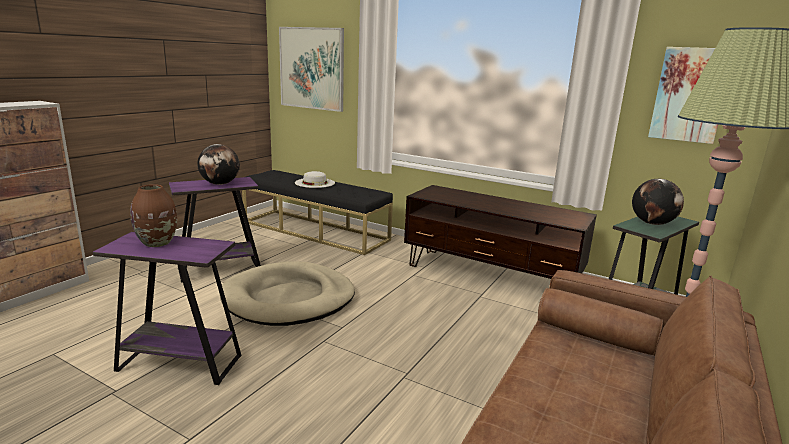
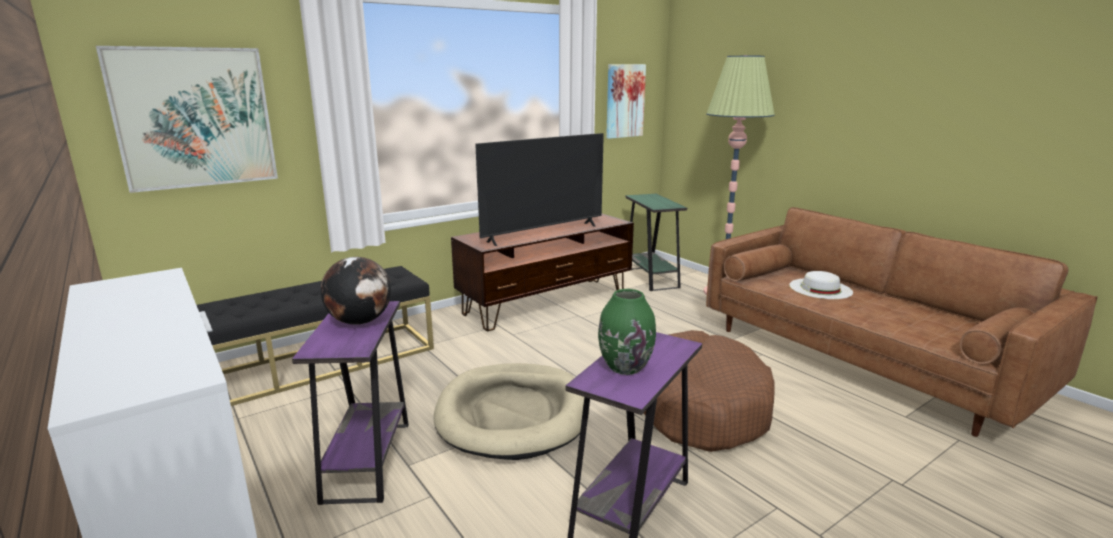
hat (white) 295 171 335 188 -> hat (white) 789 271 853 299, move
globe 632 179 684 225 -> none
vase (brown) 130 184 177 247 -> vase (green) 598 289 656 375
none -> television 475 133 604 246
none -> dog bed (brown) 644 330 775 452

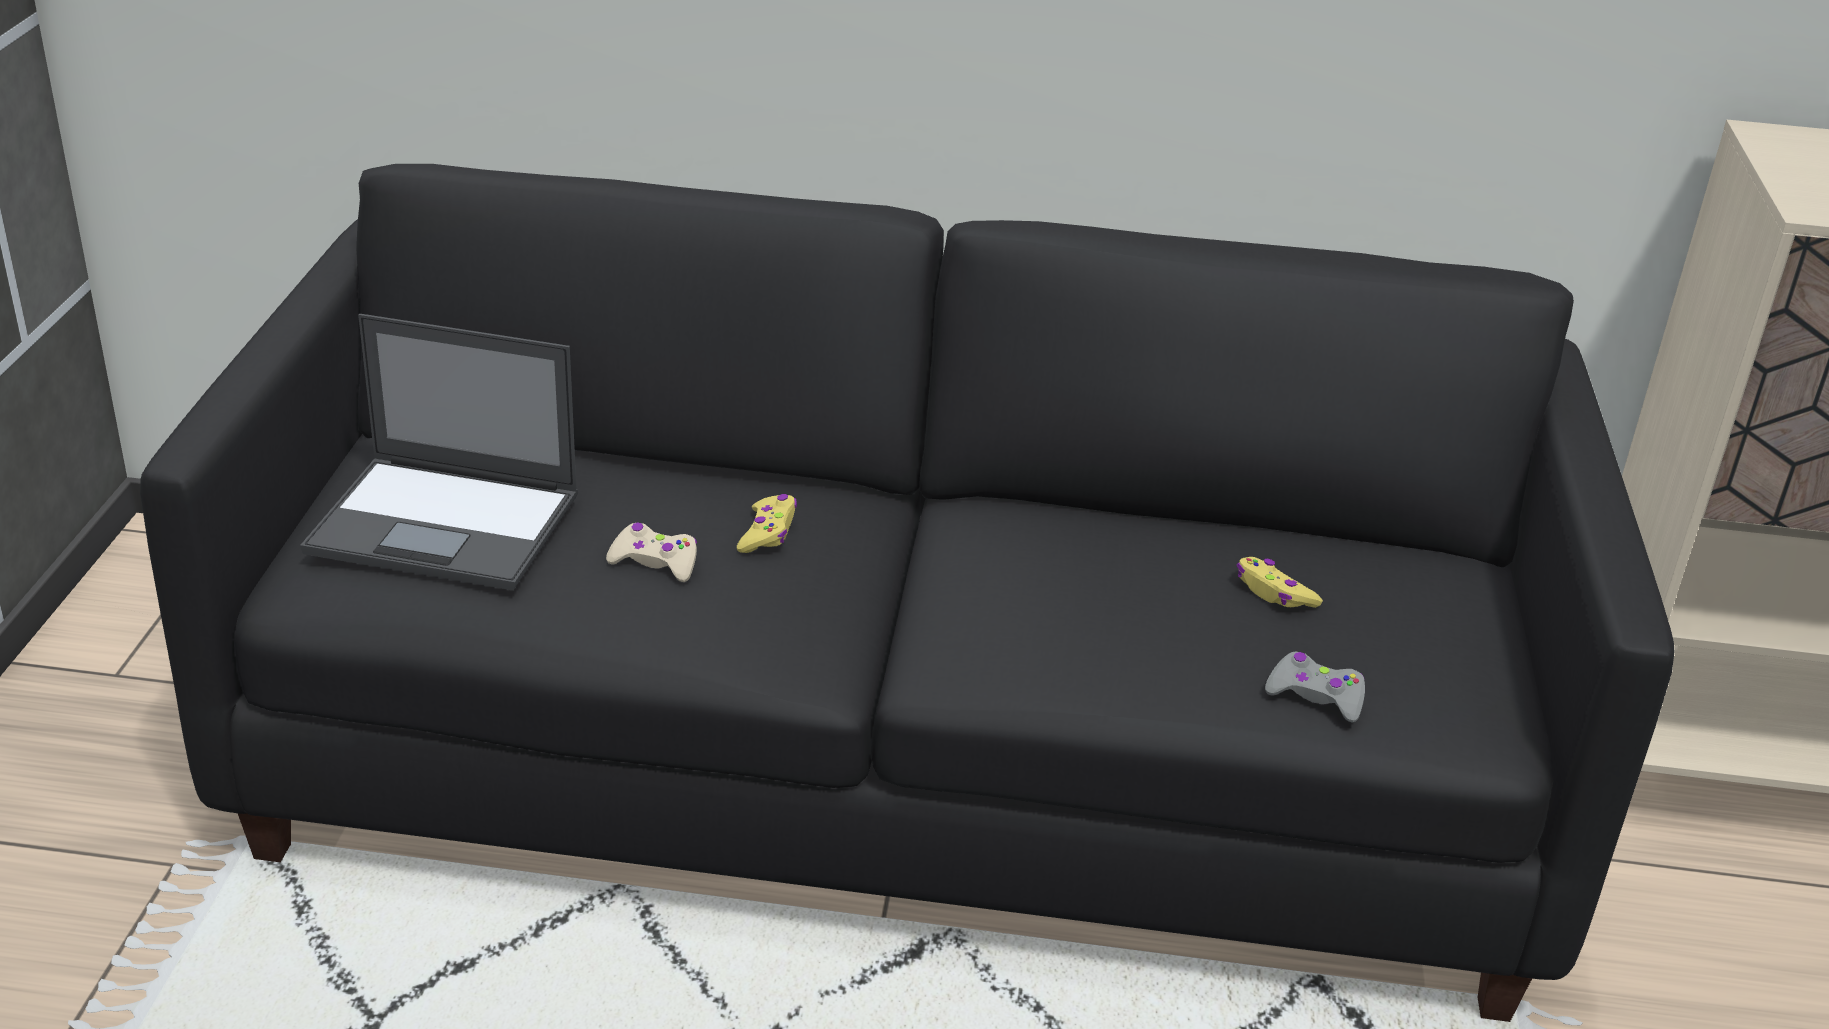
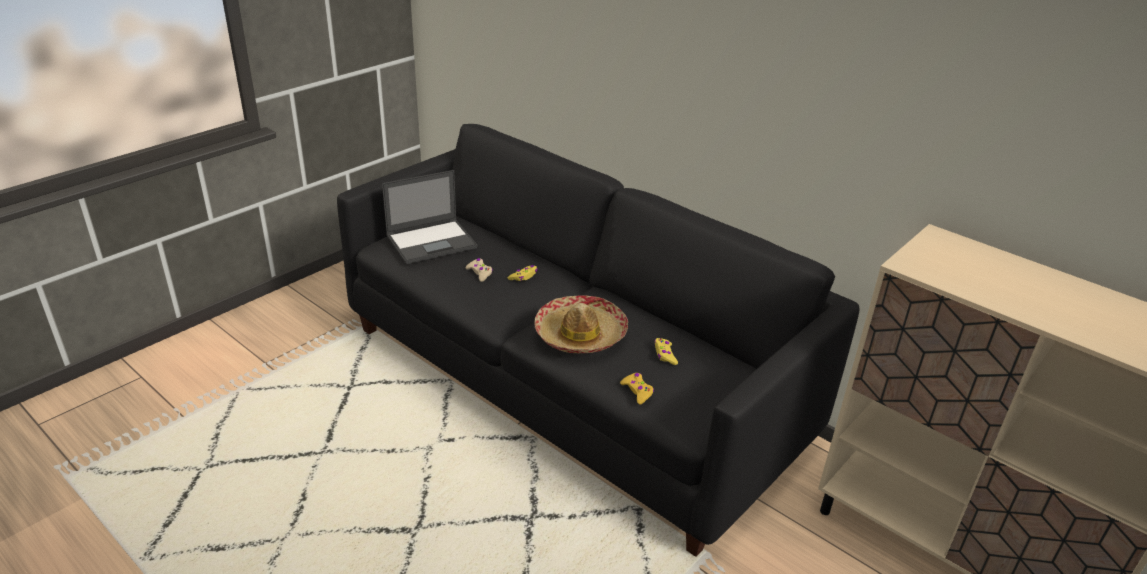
laptop 300 314 578 591 -> laptop 382 170 477 264, 75 degrees counterclockwise
game controller (grey) 1265 652 1365 723 -> game controller (yellow) 620 373 654 405
none -> hat 534 295 628 353

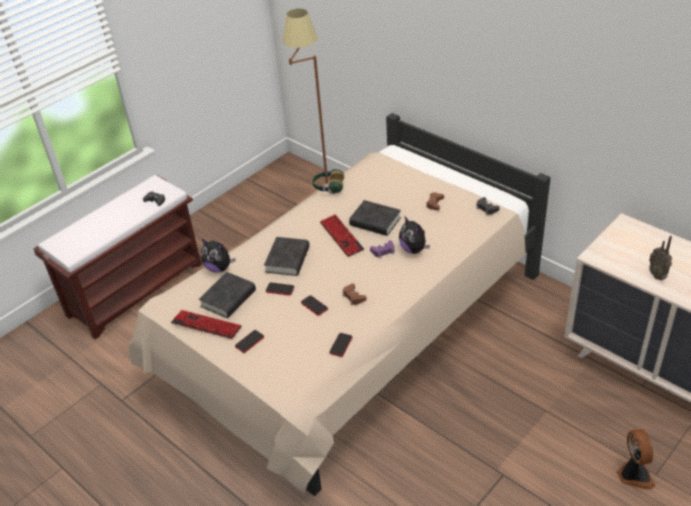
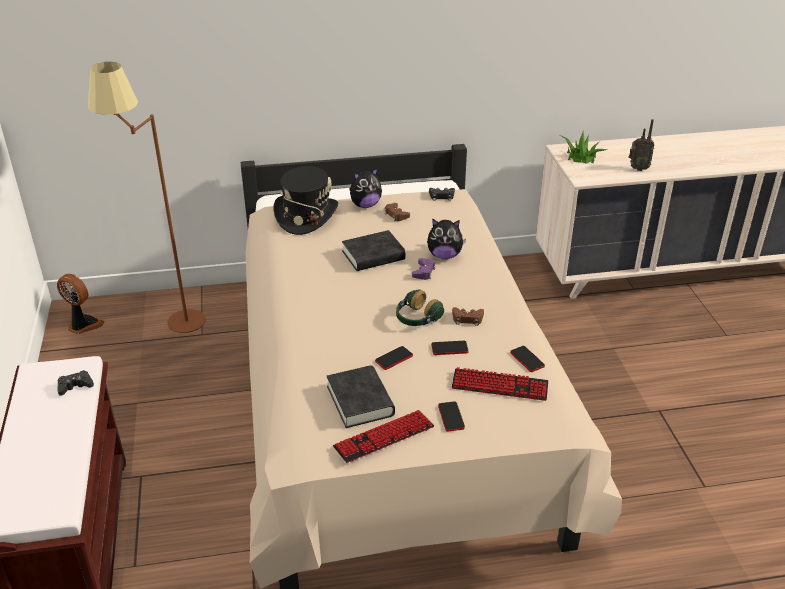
headphones 312 169 344 194 -> headphones 396 289 444 326, move
keyboard 320 214 364 257 -> keyboard 452 367 548 401, move
book (black) 264 237 310 276 -> none
plush toy 201 239 235 273 -> plush toy 349 168 382 208, move
fan 617 429 656 489 -> fan 57 274 105 334, move
none -> potted plant 558 131 607 164
none -> hat (black) 273 166 338 235

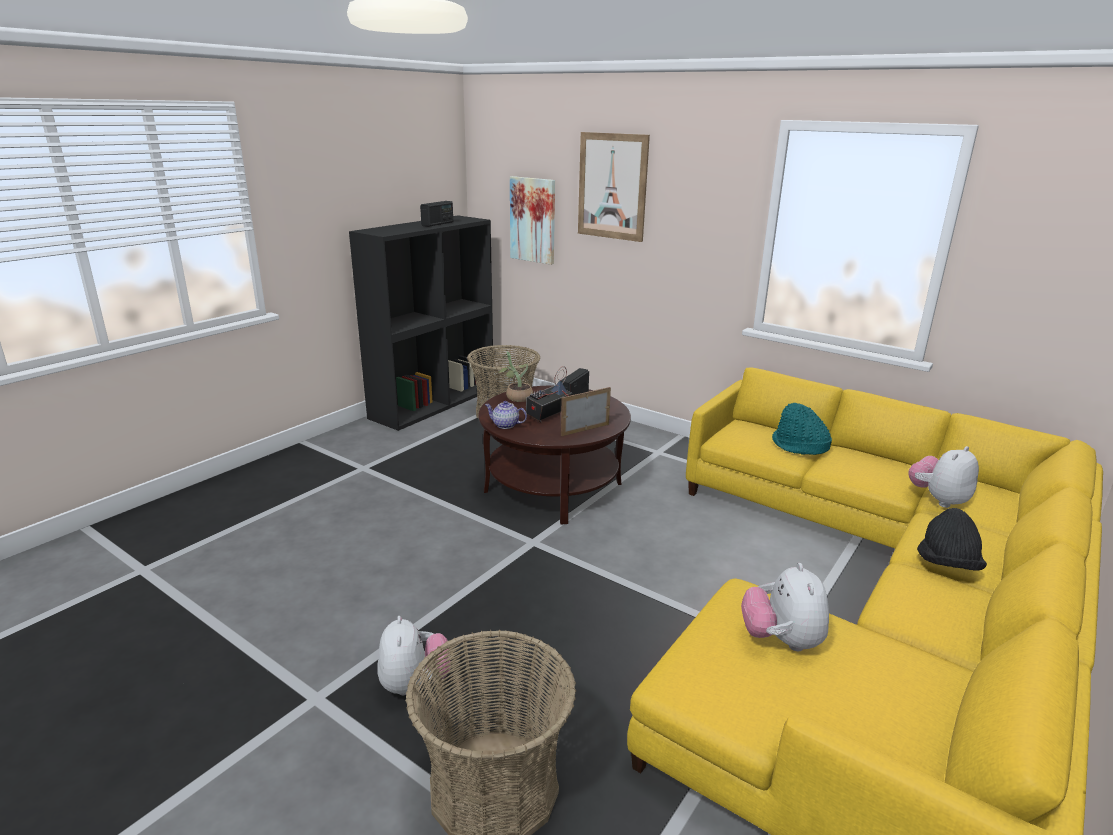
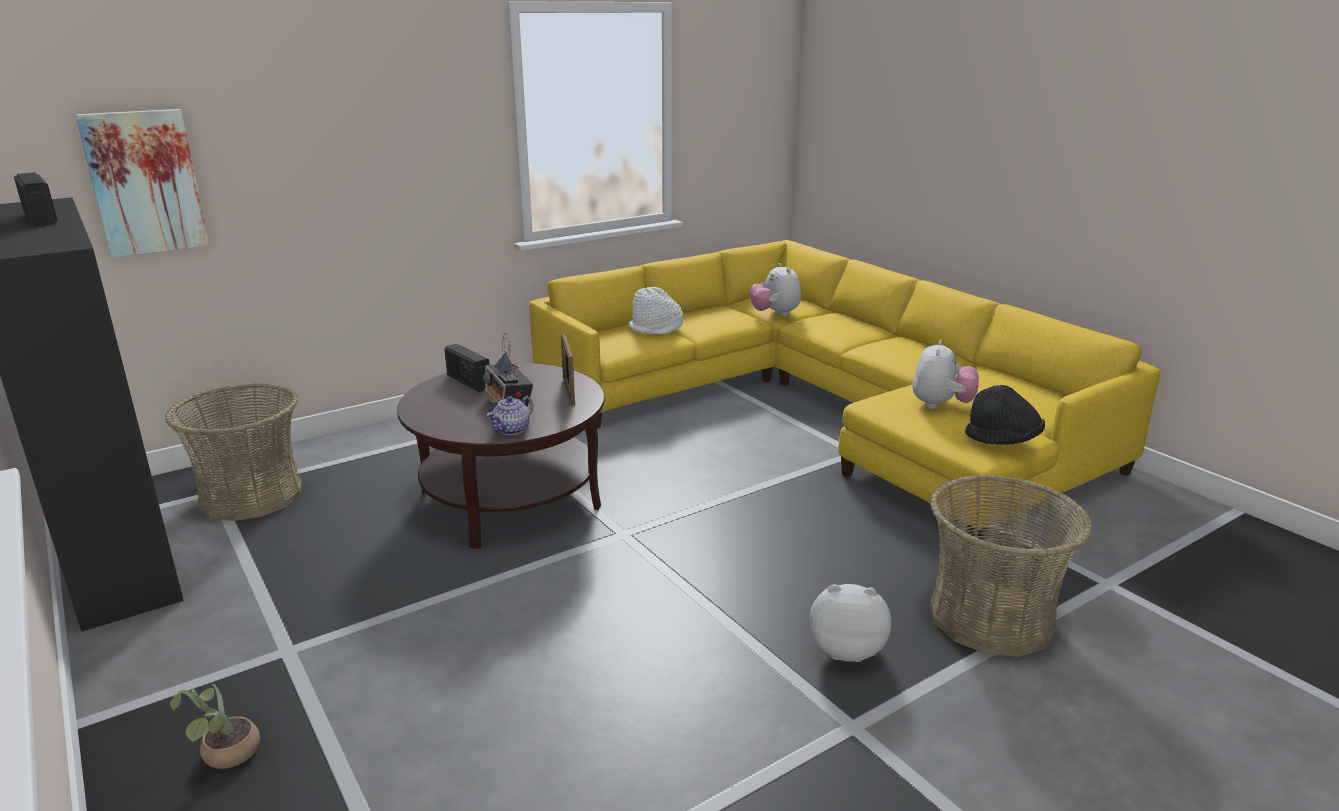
picture 578 132 650 242 -> none
potted plant 496 351 533 402 -> potted plant 170 684 260 769, move
hat (turquoise) 772 403 832 455 -> hat (white) 629 287 683 335
hat (black) 917 508 987 571 -> hat (black) 965 385 1045 445, move
plush toy 741 563 829 651 -> plush toy 912 340 979 409, 90 degrees counterclockwise

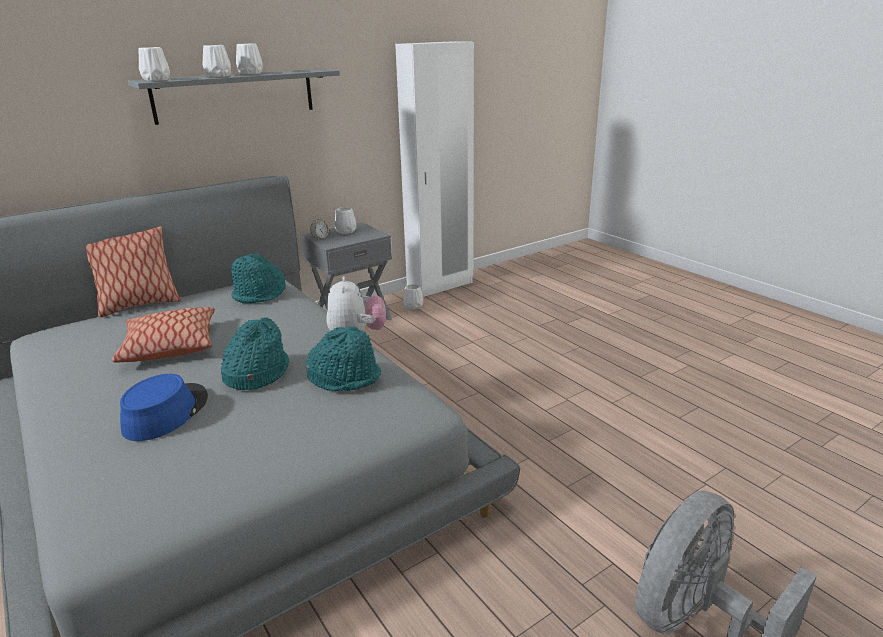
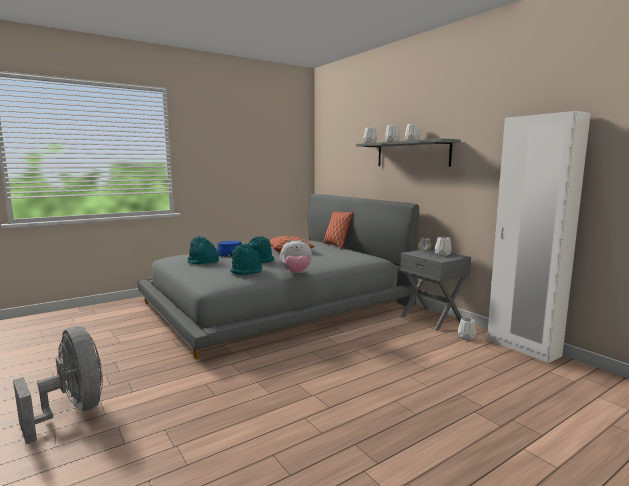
hat (turquoise) 231 254 286 303 -> hat (turquoise) 187 236 219 264, move

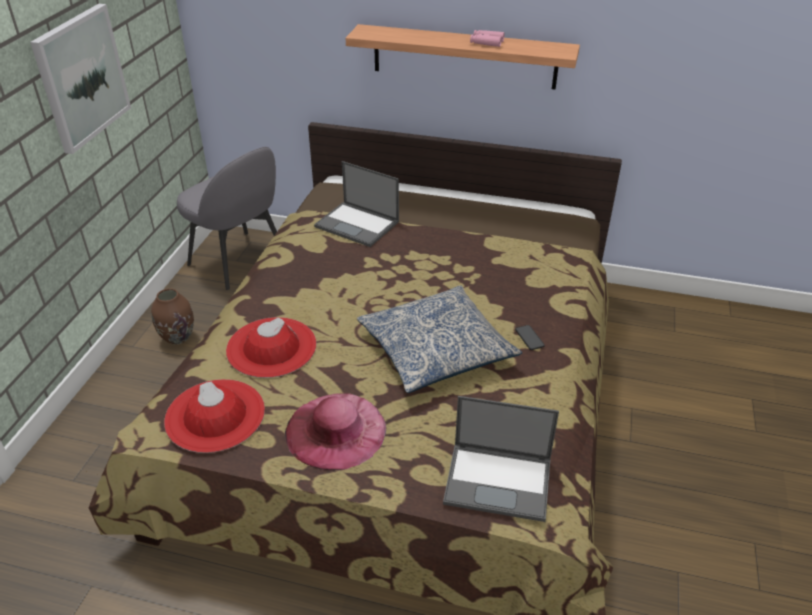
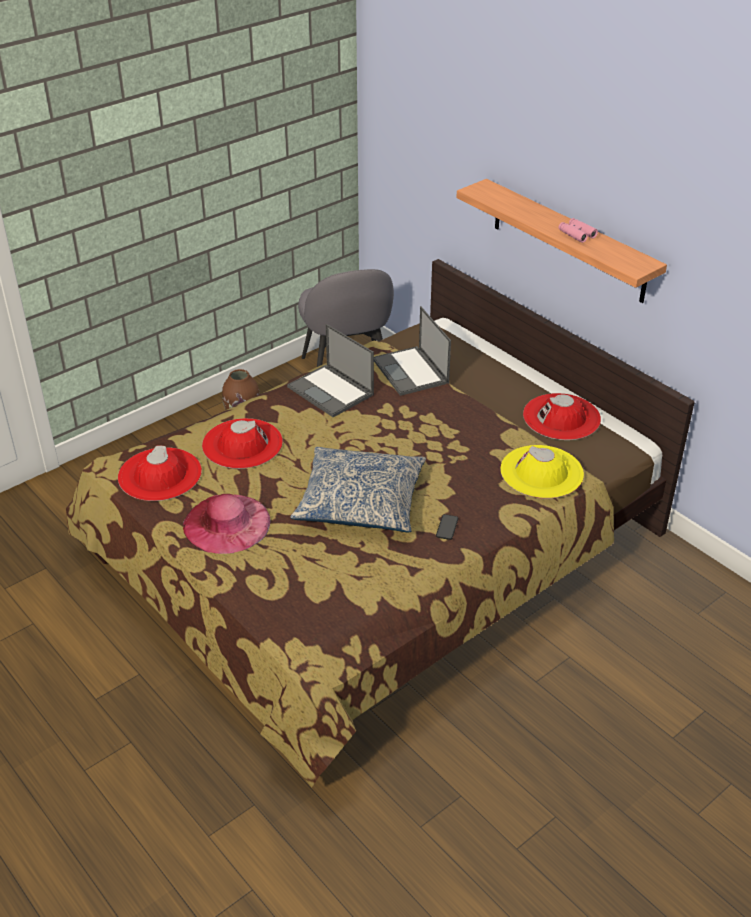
picture 30 4 131 154 -> none
laptop 443 396 559 522 -> laptop 287 324 374 417, move
none -> hat (red) 523 393 601 440
none -> hat (yellow) 500 445 584 498

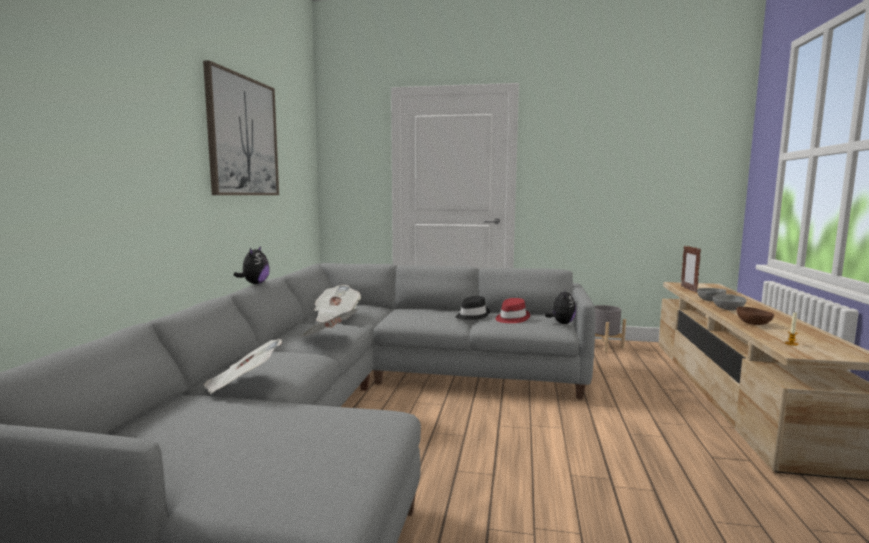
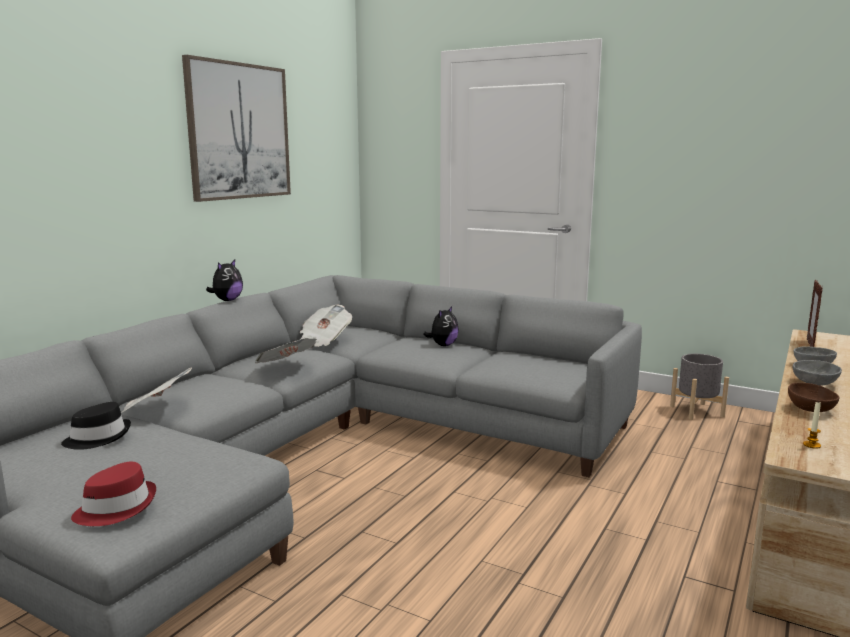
plush toy 545 288 576 324 -> plush toy 423 306 459 346, move
hat (black) 456 296 490 320 -> hat (black) 61 402 131 450, move
hat (red) 496 298 530 323 -> hat (red) 71 462 156 526, move

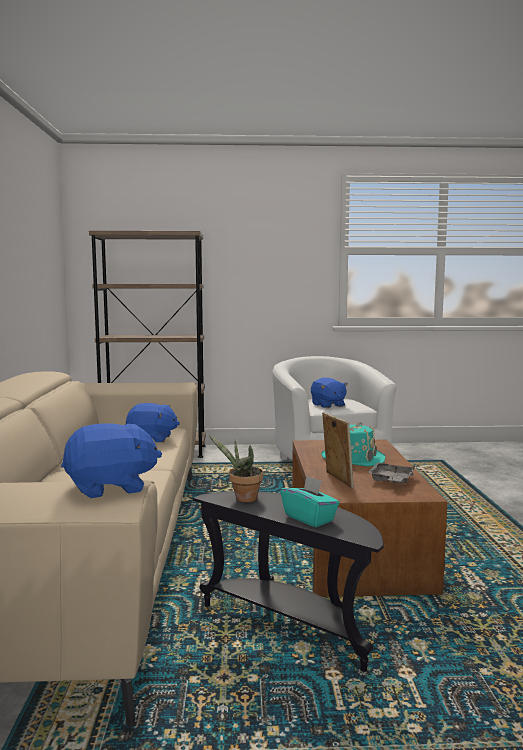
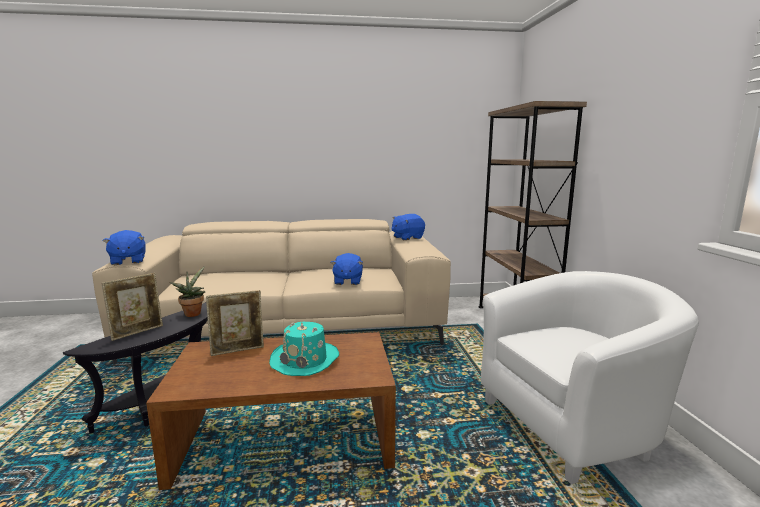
plush toy (blue) 311 377 348 408 -> plush toy (blue) 392 214 425 240, move
tray (grey) 367 463 415 484 -> none
tissue box (turquoise) 281 476 339 527 -> picture frame 102 273 163 341

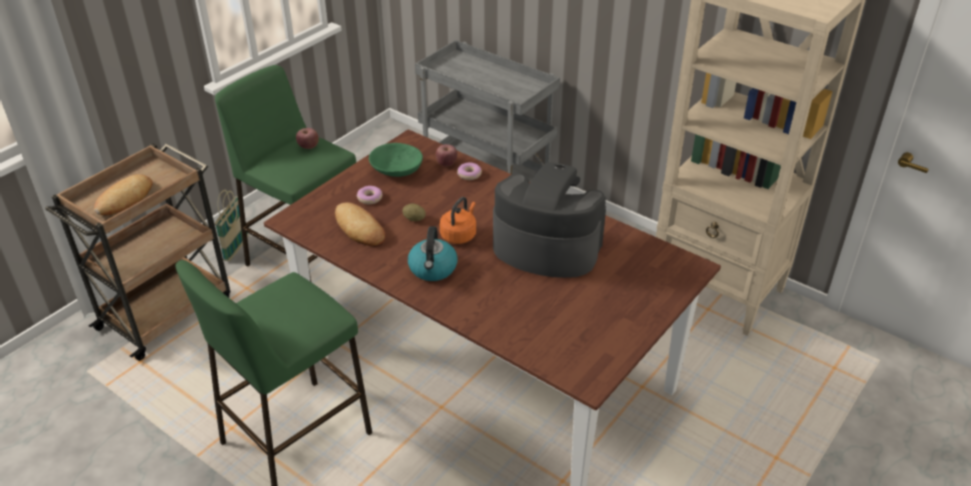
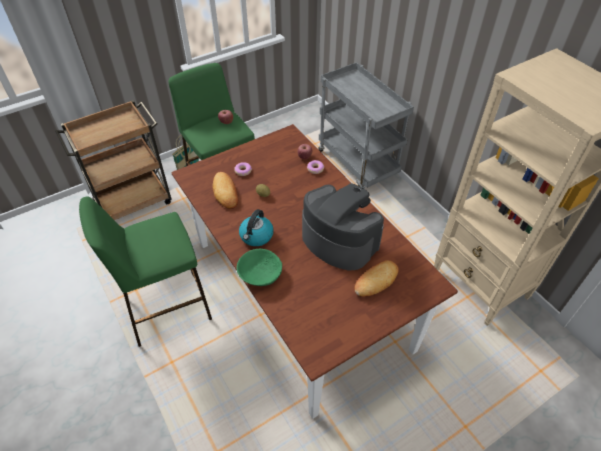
bowl (green) 369 143 423 177 -> bowl (green) 237 249 282 286, move
bread 94 174 153 216 -> bread 355 260 399 297, move
kettle (orange) 440 197 476 244 -> none

